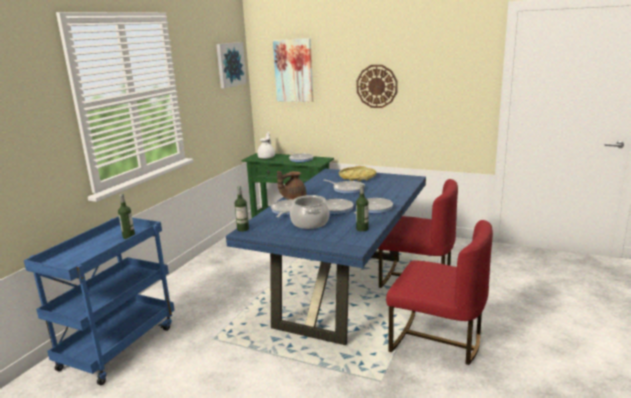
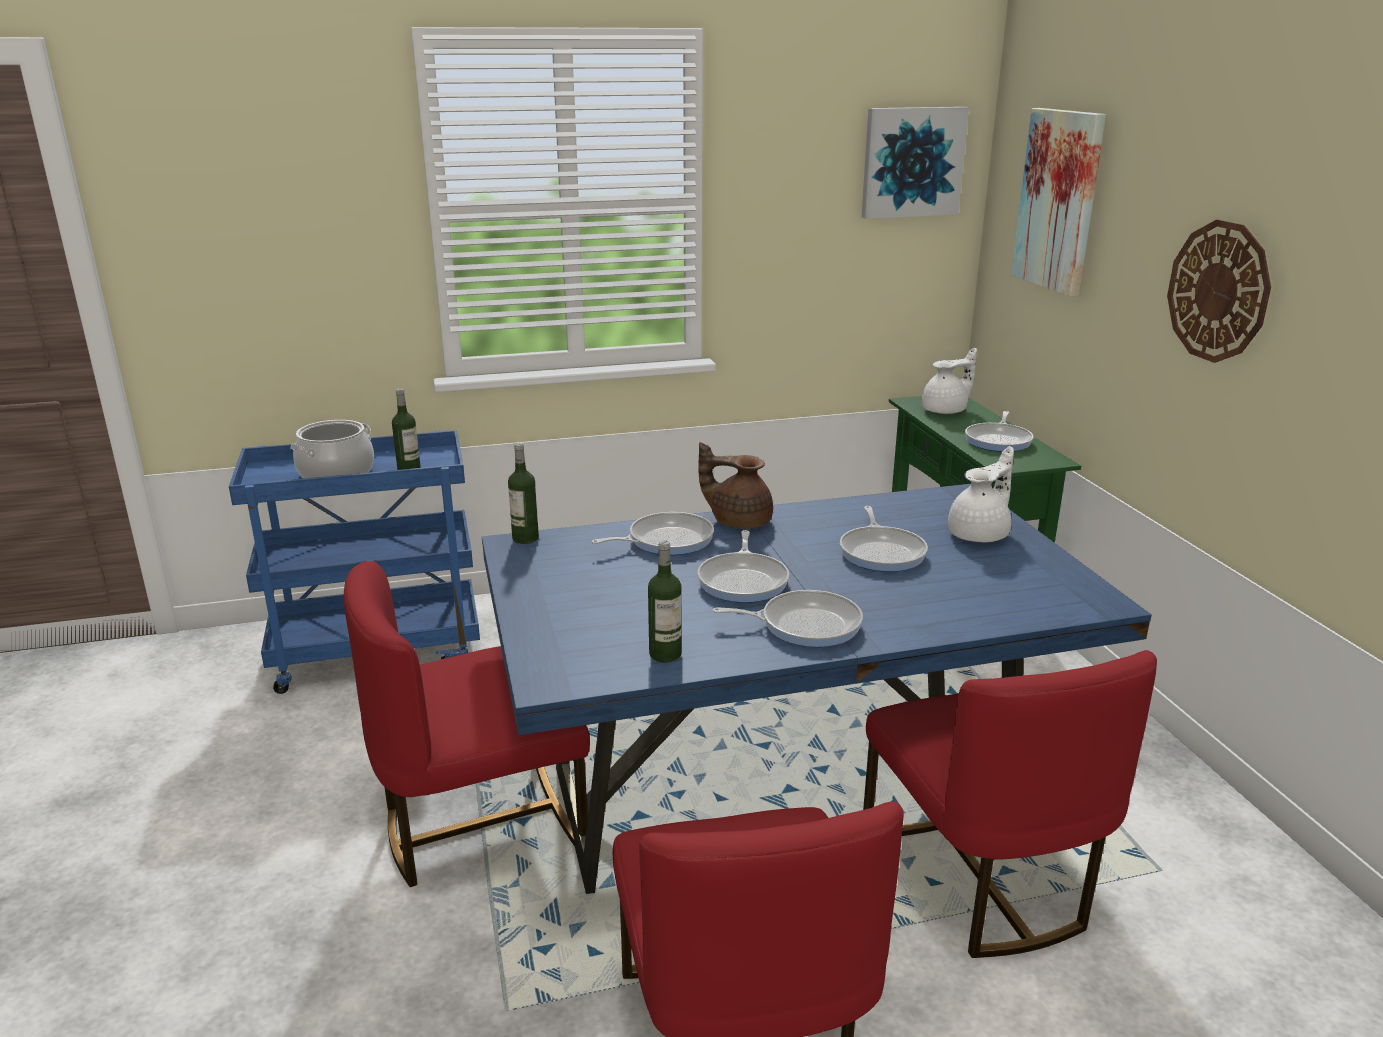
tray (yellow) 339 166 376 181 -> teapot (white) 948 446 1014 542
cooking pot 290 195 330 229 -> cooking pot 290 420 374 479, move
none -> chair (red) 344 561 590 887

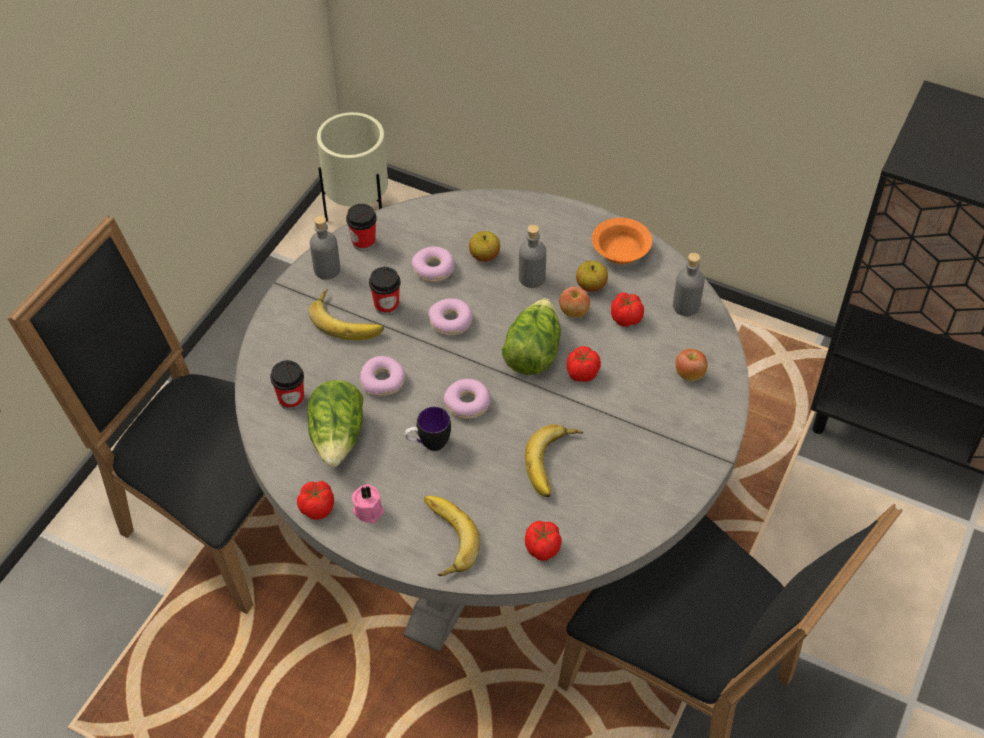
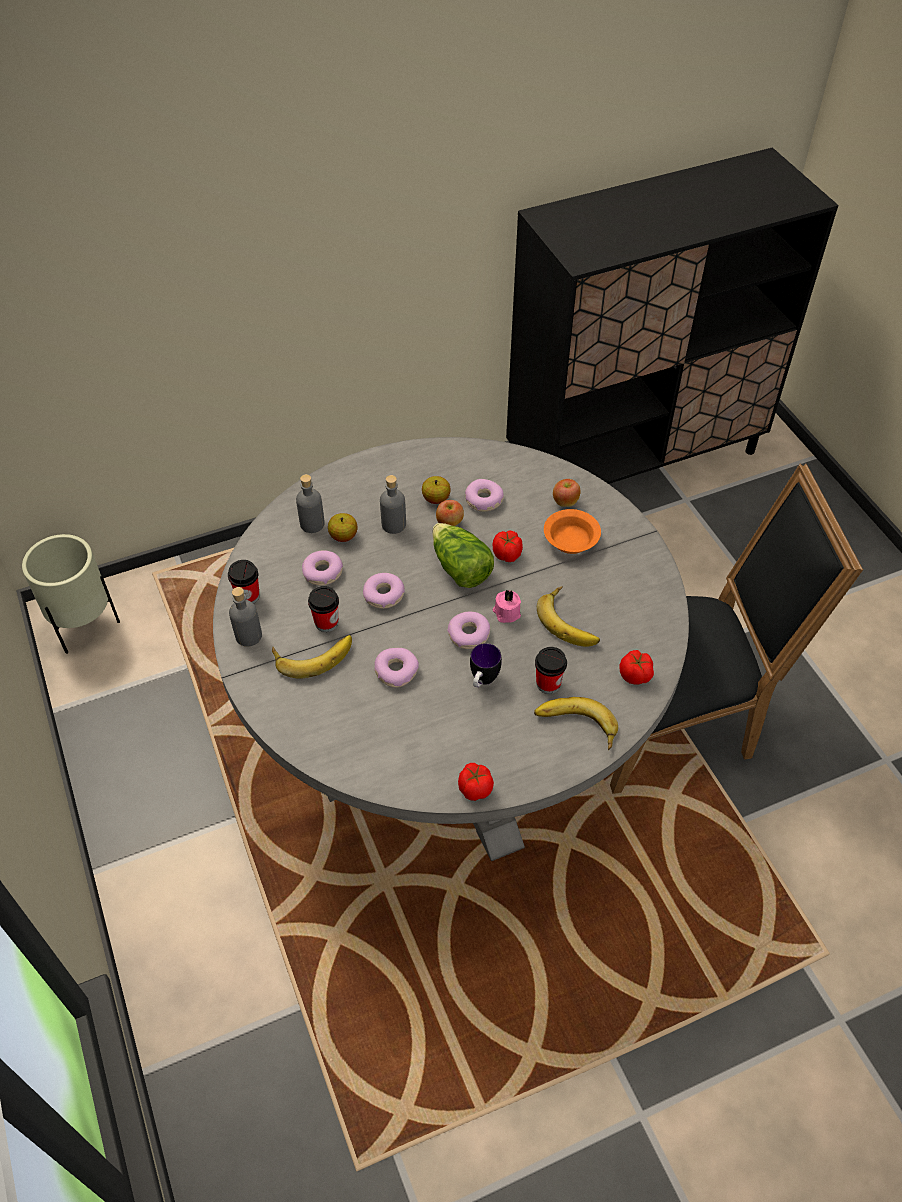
chair (black) 7 215 265 614 -> none
bowl (orange) 592 218 652 264 -> bowl (orange) 544 509 601 554, move
bottle (grey) 673 253 705 316 -> bottle (grey) 296 474 325 533, move
tomato 611 292 644 327 -> donut 465 479 504 512
cup 270 360 304 410 -> cup 535 647 567 694, move
lettuce 308 380 363 467 -> none
candle (pink) 352 484 384 523 -> candle (pink) 493 590 521 623, move

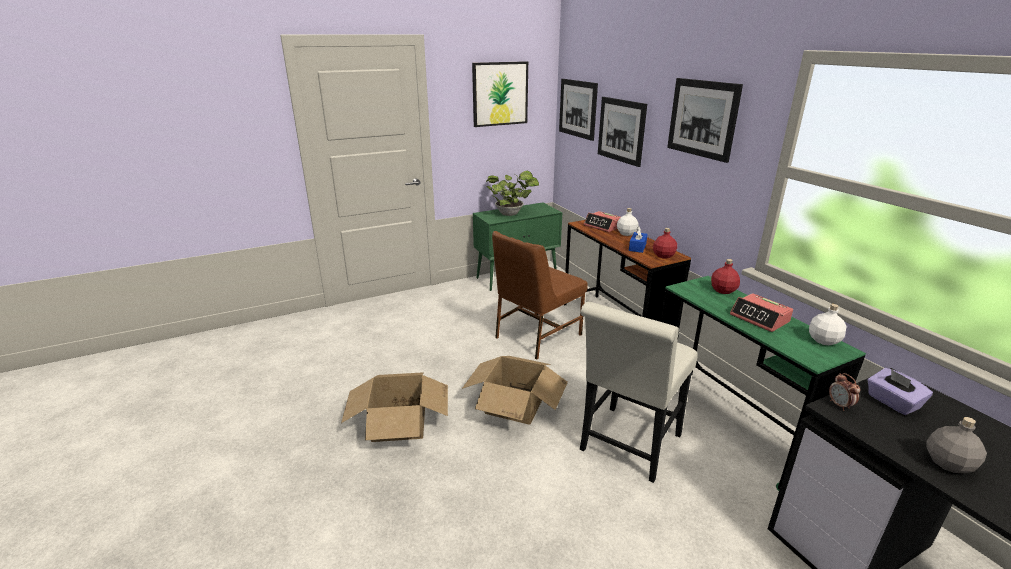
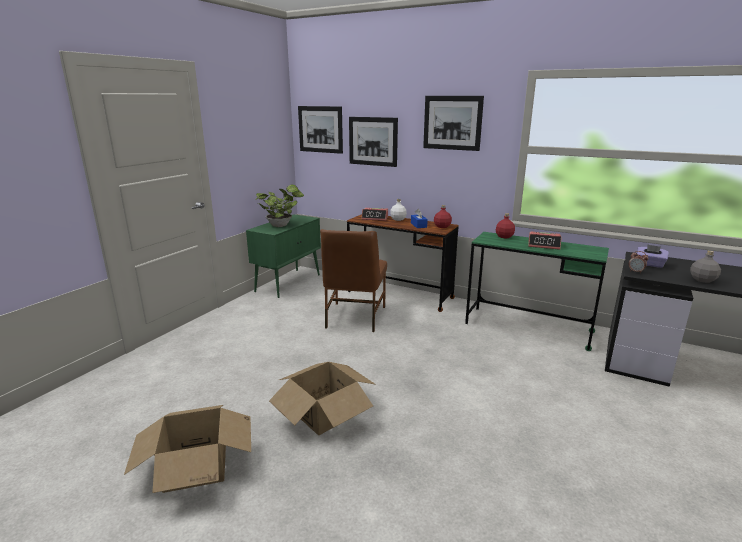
picture 472 61 528 127 -> none
chair (white) 580 302 698 483 -> none
bottle (white) 809 304 847 345 -> none
cardboard box 462 356 568 425 -> cardboard box 124 405 251 493, move

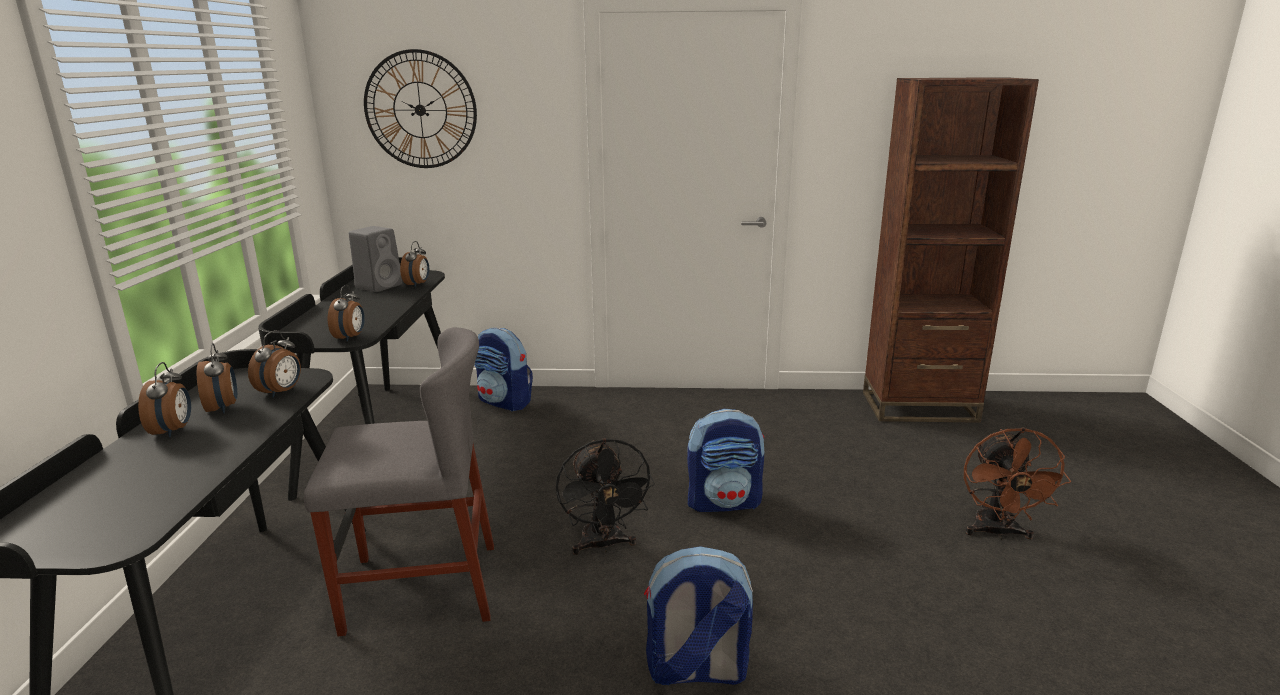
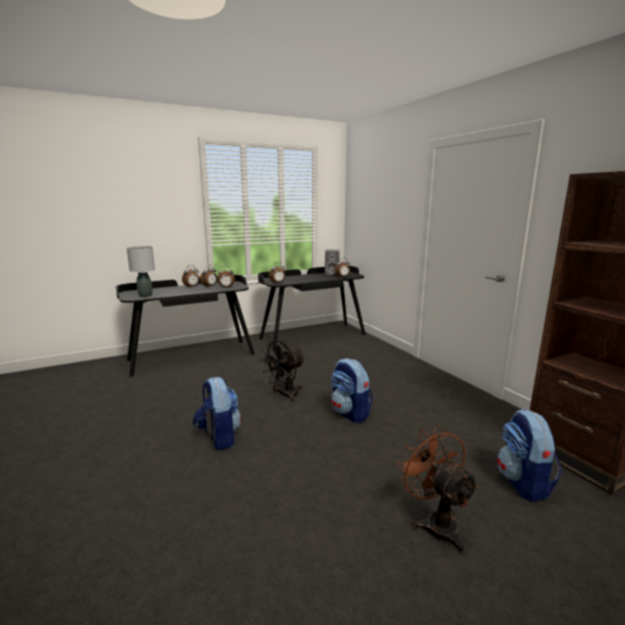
wall clock 364 49 477 168 -> none
chair (grey) 304 327 494 636 -> none
backpack 474 328 533 411 -> backpack 497 409 562 502, move
fan (brown) 964 428 1071 540 -> fan (brown) 396 426 479 554, 90 degrees clockwise
none -> table lamp (grey) 127 246 155 297

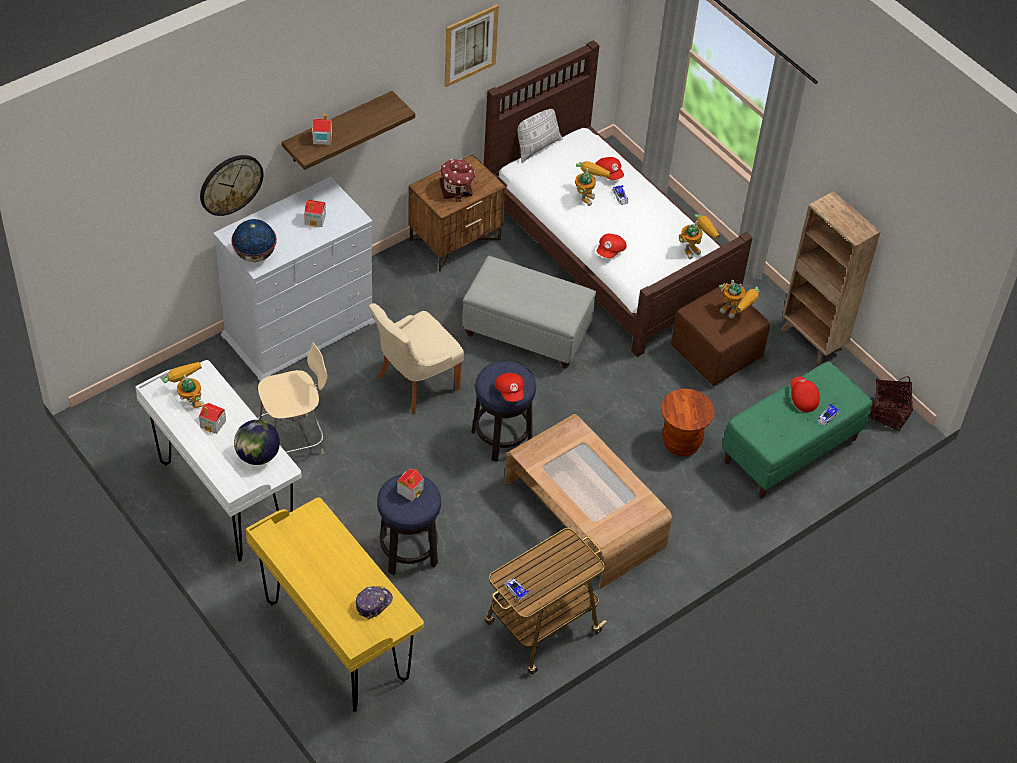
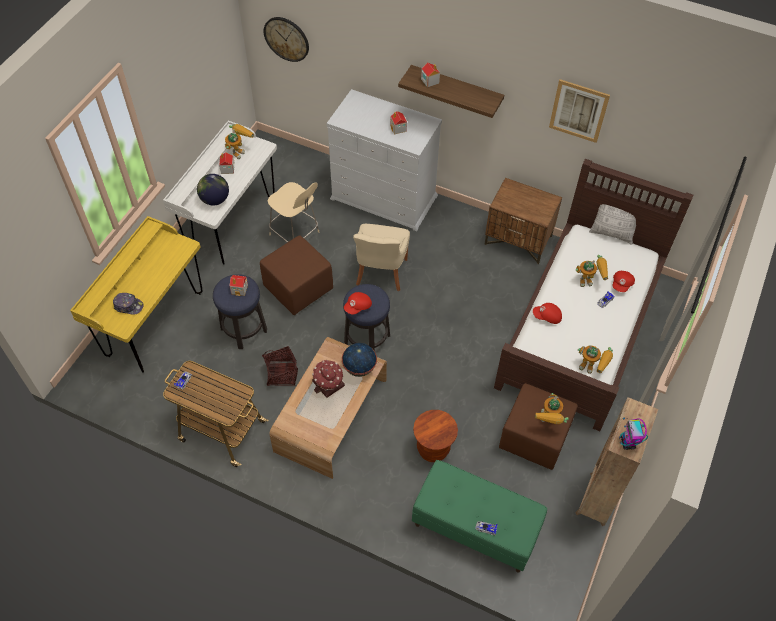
wall clock 200 155 264 216 -> wall clock 264 17 309 62, move
toy house 439 159 475 202 -> toy house 312 360 345 398, move
globe 231 219 277 262 -> globe 342 343 377 377, move
ottoman (grey) 462 256 596 368 -> none
chair (beige) 369 303 464 414 -> chair (beige) 353 224 410 291, 105 degrees counterclockwise
basket 869 376 913 432 -> basket 262 346 298 386, move
cap (red) 790 377 820 412 -> none
none -> ottoman (brown) 260 235 333 315
none -> toy robot 619 418 648 450

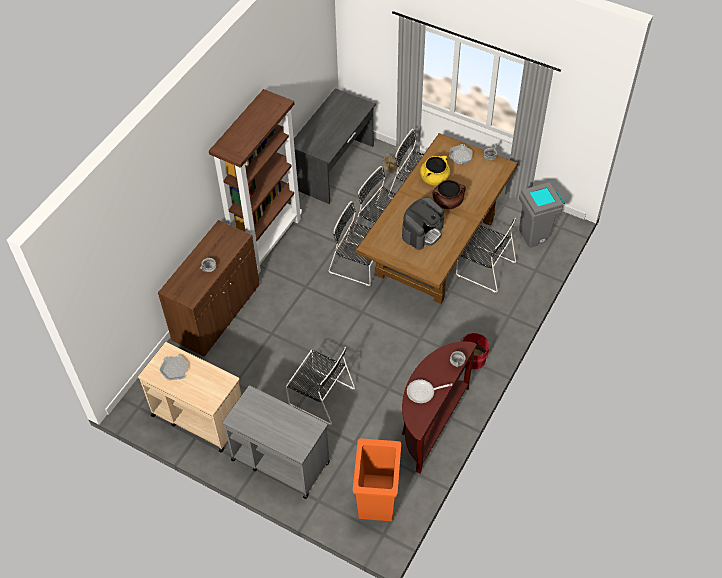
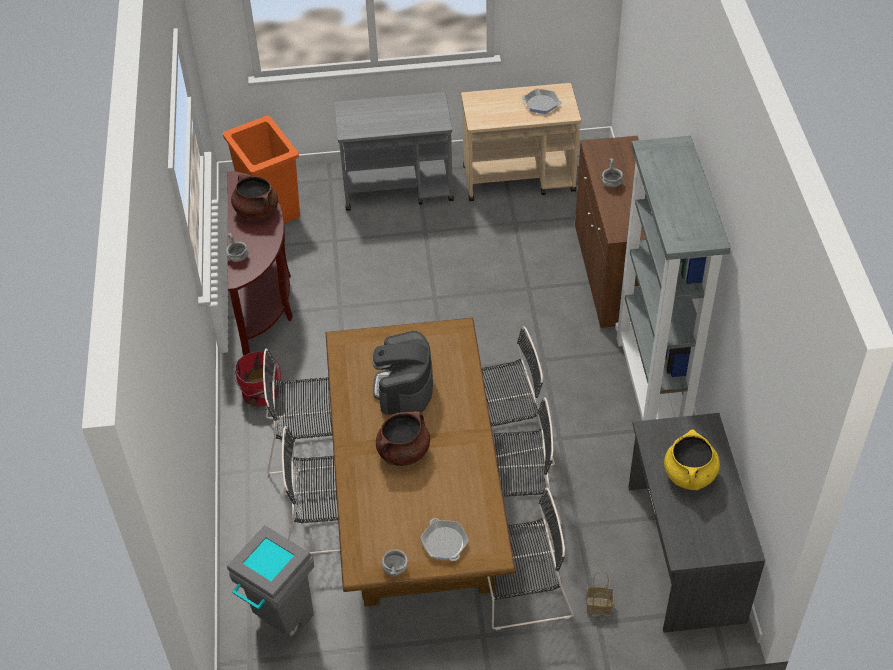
bookcase (brown) 209 89 302 274 -> bookcase (grey) 615 136 731 421
cooking pot (yellow) 420 156 450 185 -> cooking pot (yellow) 664 429 720 490, move
chair (black) 286 347 355 425 -> chair (black) 263 349 335 475, move
frying pan 407 379 453 403 -> cooking pot (brown) 231 174 278 220

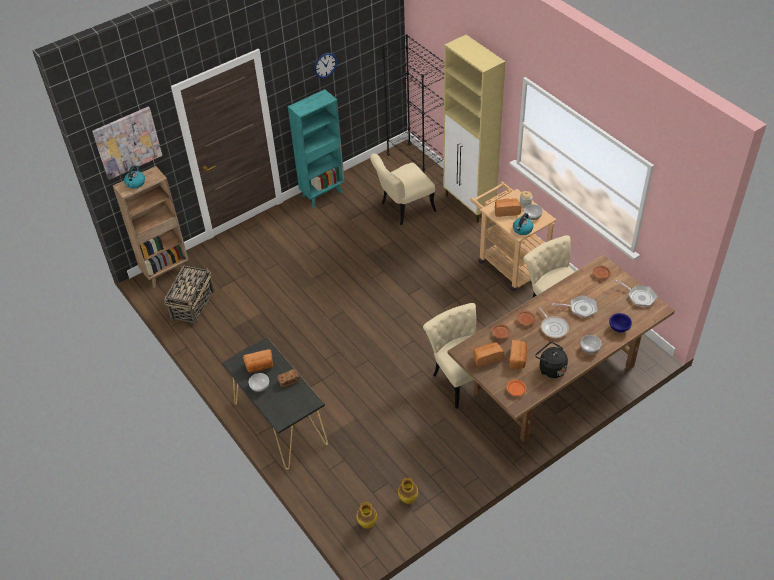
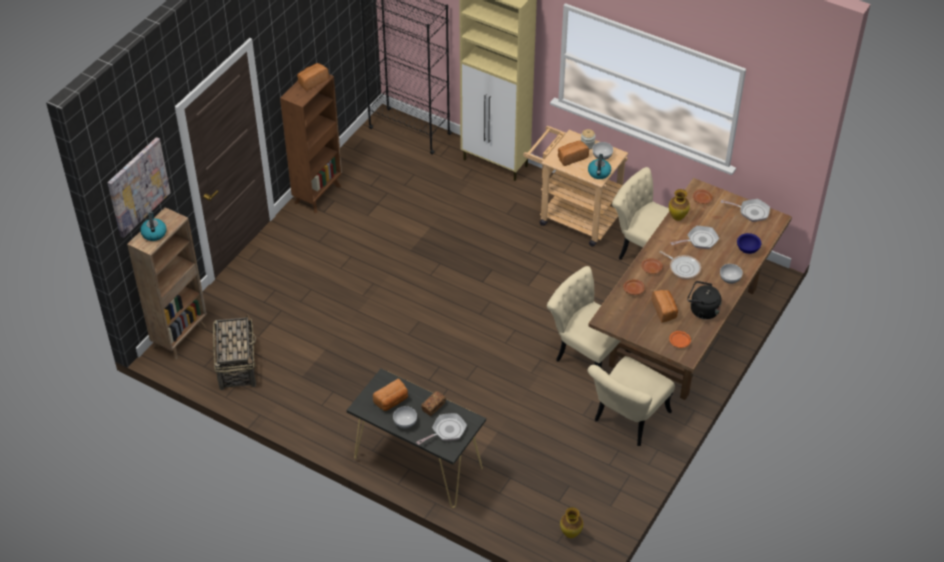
wall clock 314 53 337 78 -> none
bookcase (turquoise) 288 89 345 207 -> bookcase (brown) 280 74 342 213
chair (beige) 370 154 436 225 -> chair (beige) 588 356 675 446, move
bread 473 342 504 367 -> bread 297 63 329 91, move
vase 398 478 418 504 -> vase 669 189 690 221, move
none -> frying pan 416 413 467 445

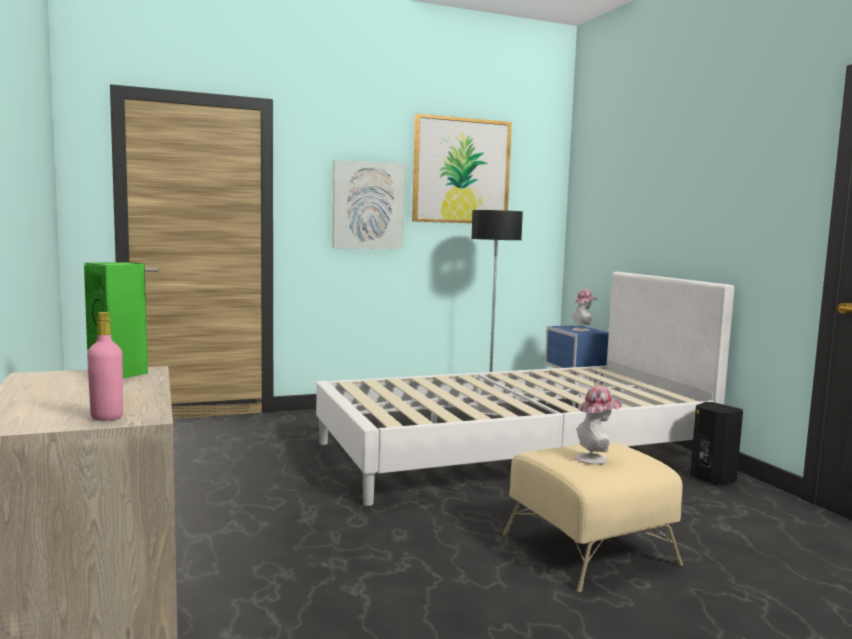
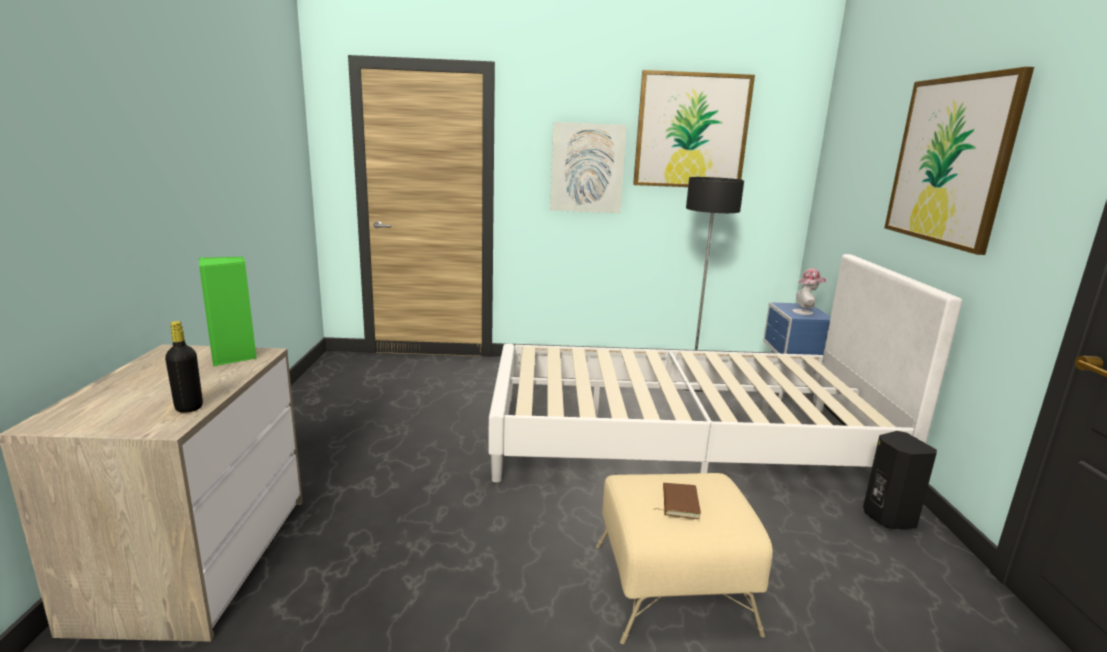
bottle (pink) 87 312 123 421 -> none
hat 574 386 622 465 -> book (brown) 653 483 701 520
none -> picture 884 67 1034 255
none -> bottle (black) 165 321 203 413

